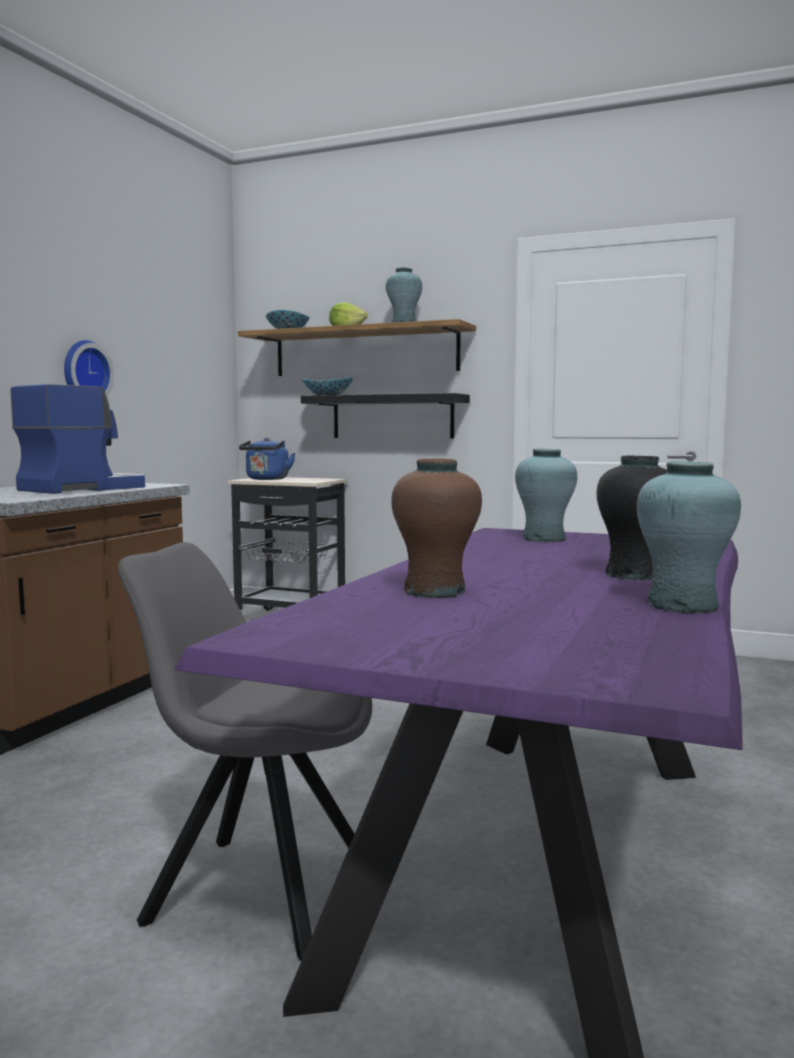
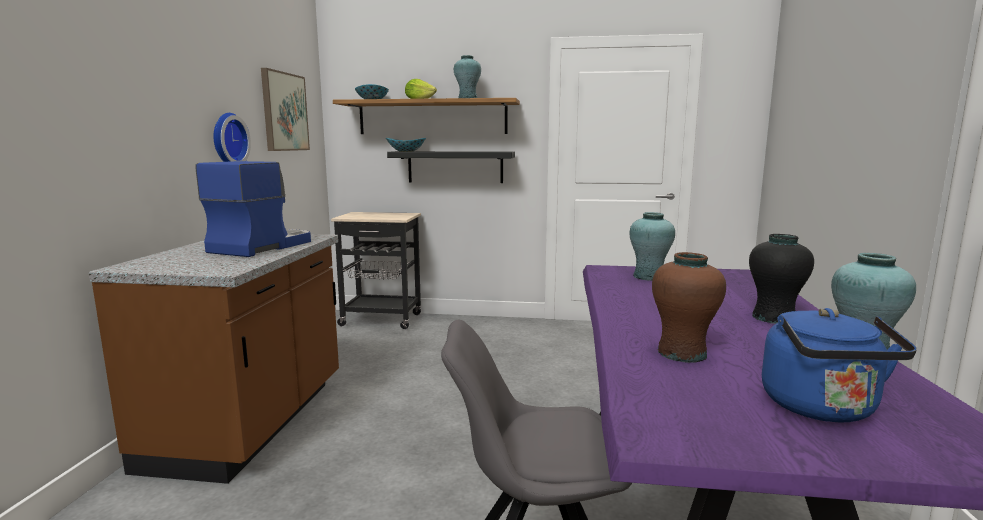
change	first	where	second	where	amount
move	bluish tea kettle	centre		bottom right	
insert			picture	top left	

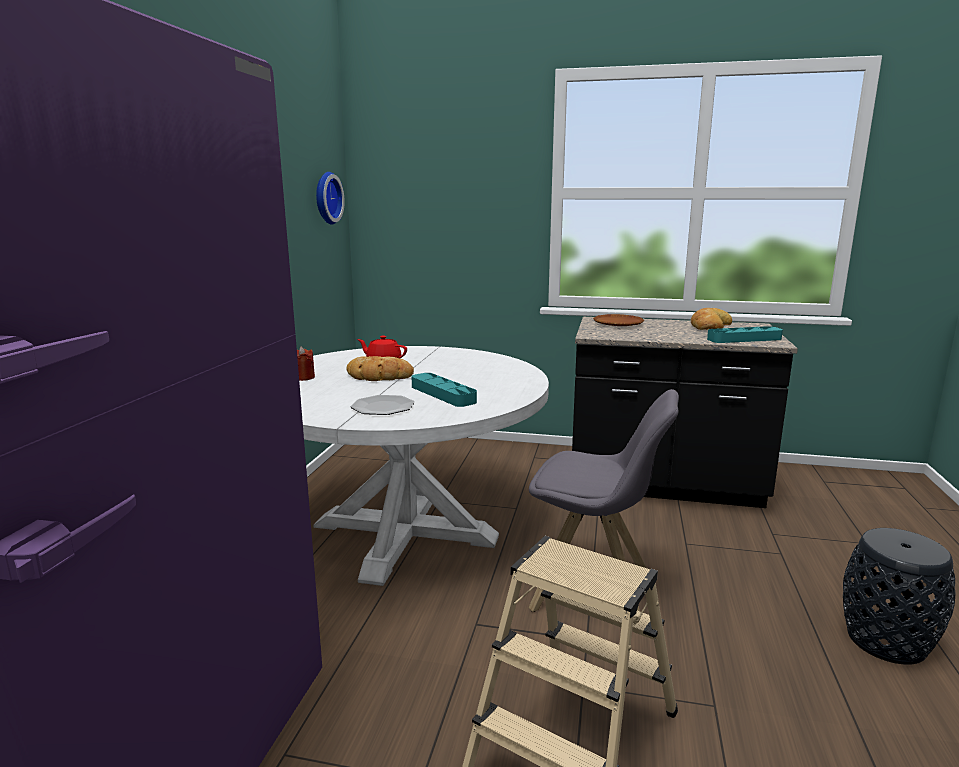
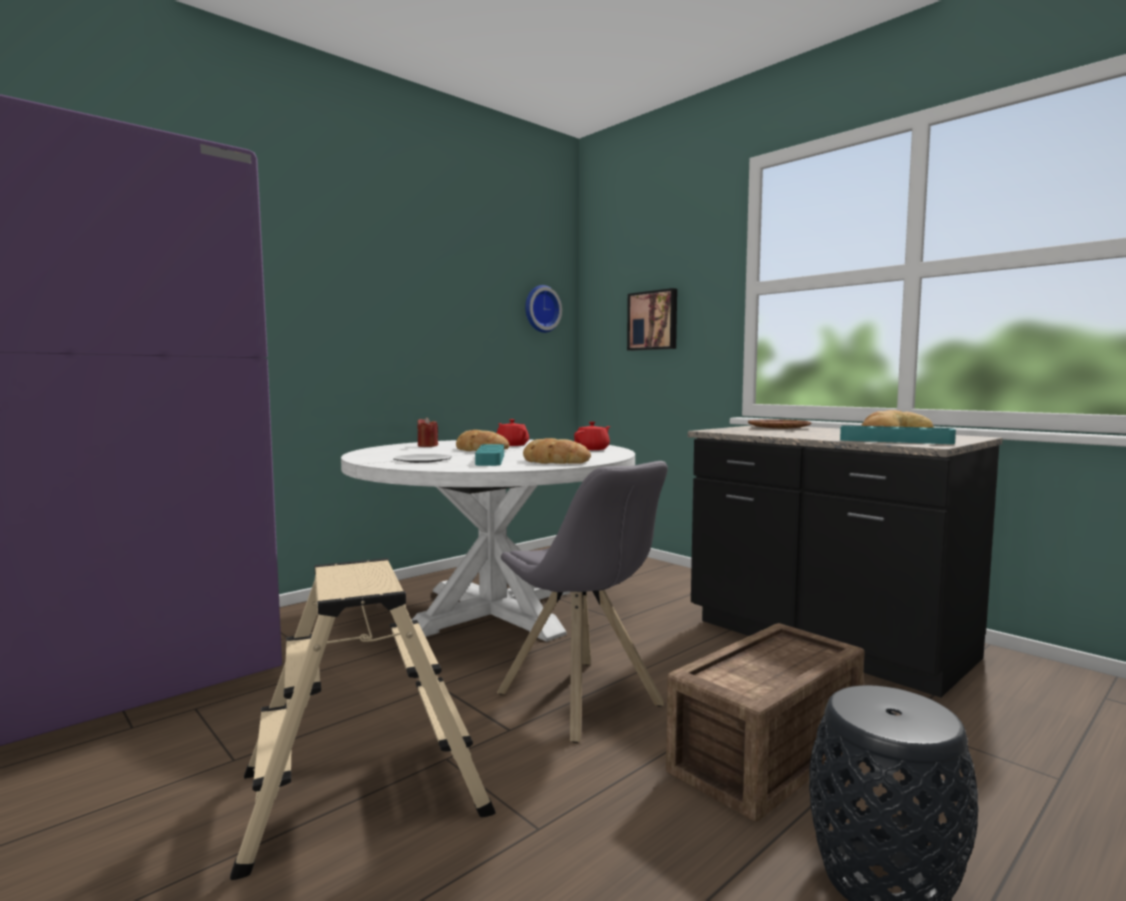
change	first	where	second	where	amount
insert			picture	centre	
insert			red-coloured pot for tea (2nd from left)	centre	
insert			bakery bread (2nd from left)	centre	
insert			crate	bottom right	

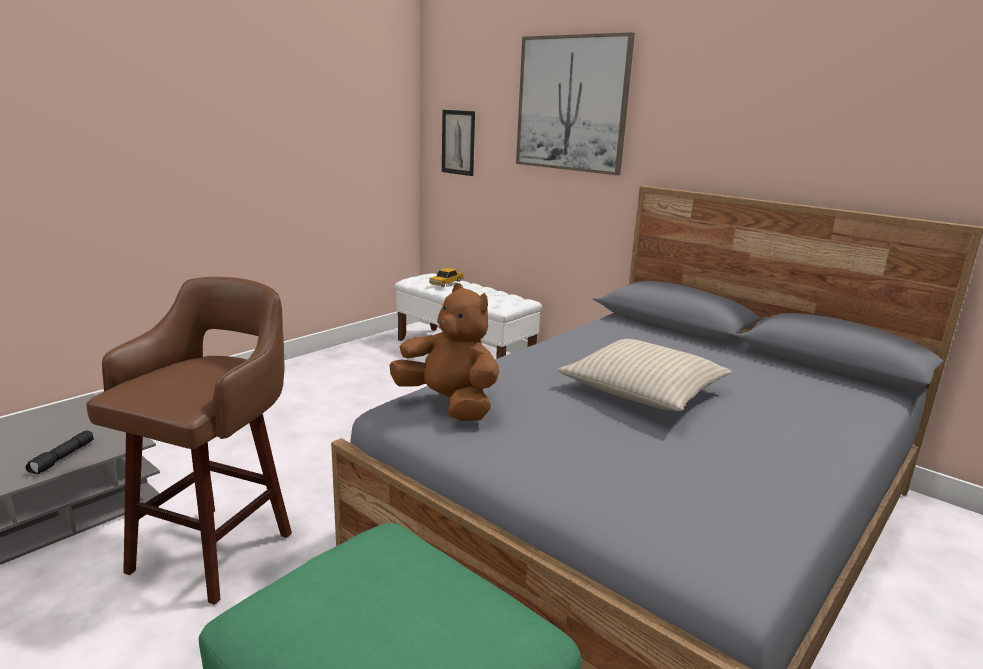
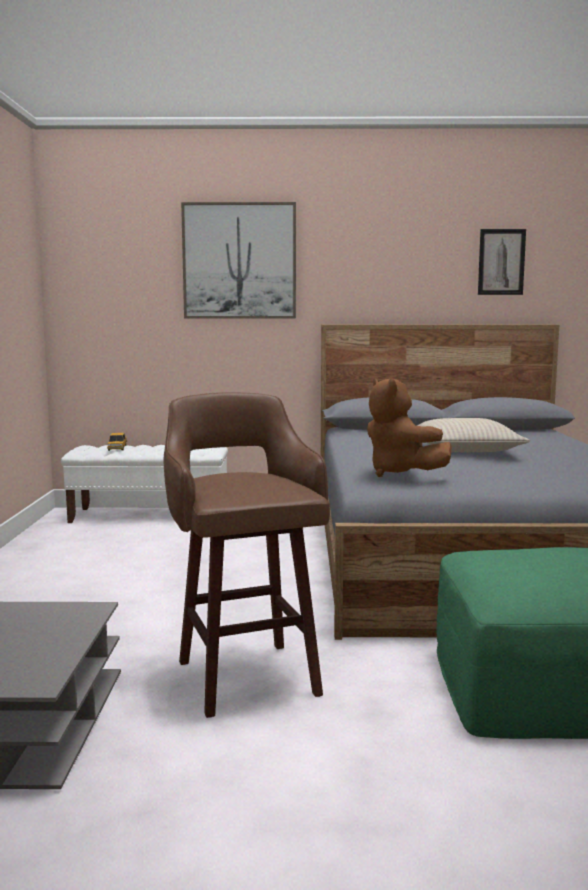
change	first	where	second	where	amount
move	picture (1st from left in the first image)	top centre	picture (2nd from left)	top right	
rotate	brown-coloured plush toy	centre		middle right	120 degrees counterclockwise
delete	blackish hand torch	bottom left			

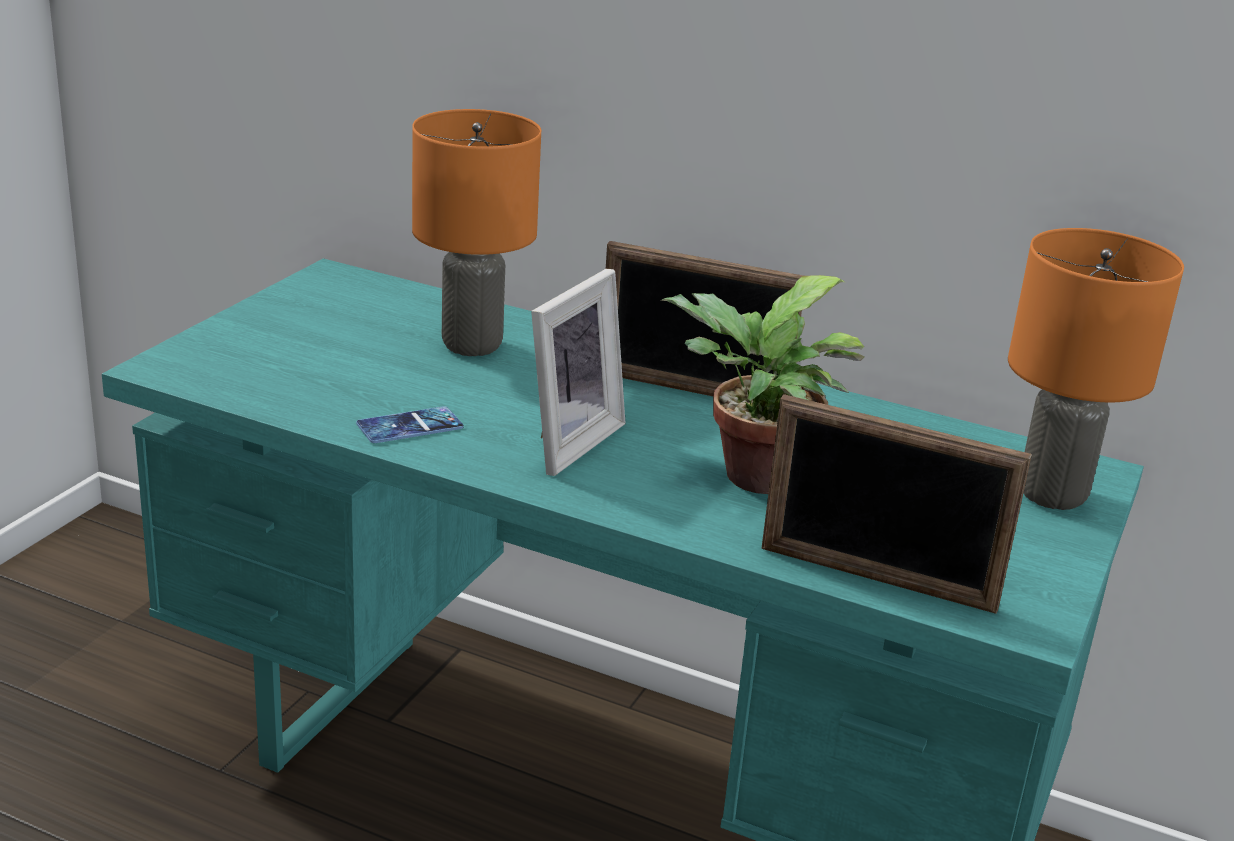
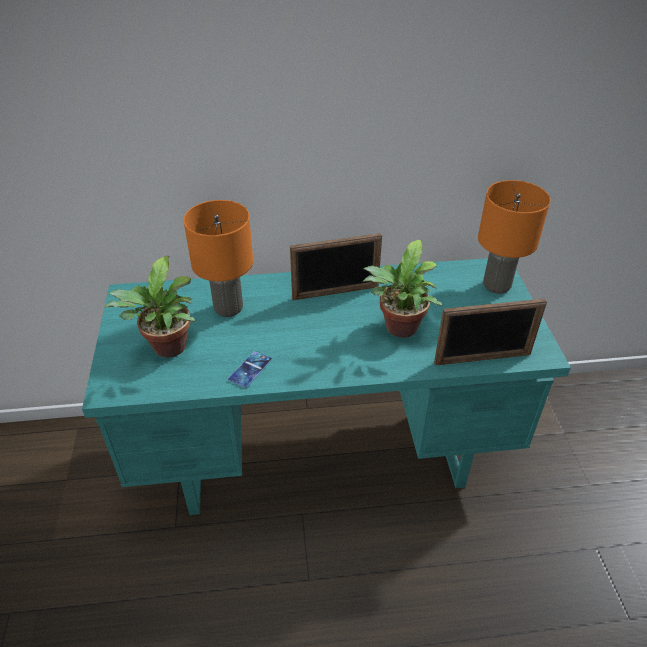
change	first	where	second	where	amount
delete	standing frame (1st from left)	centre			
insert			plant in a pot (1st from left)	middle left	

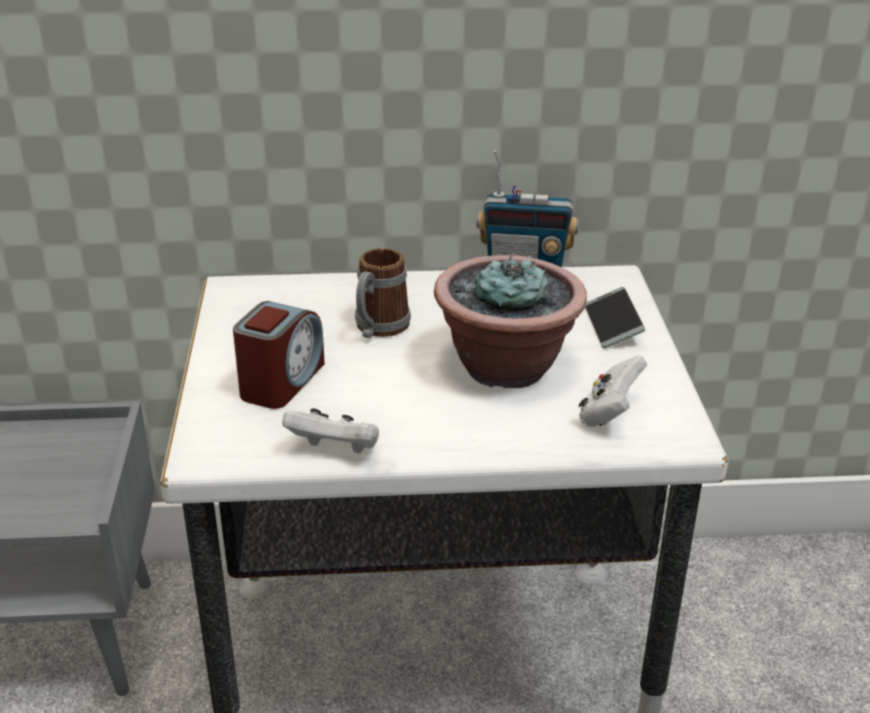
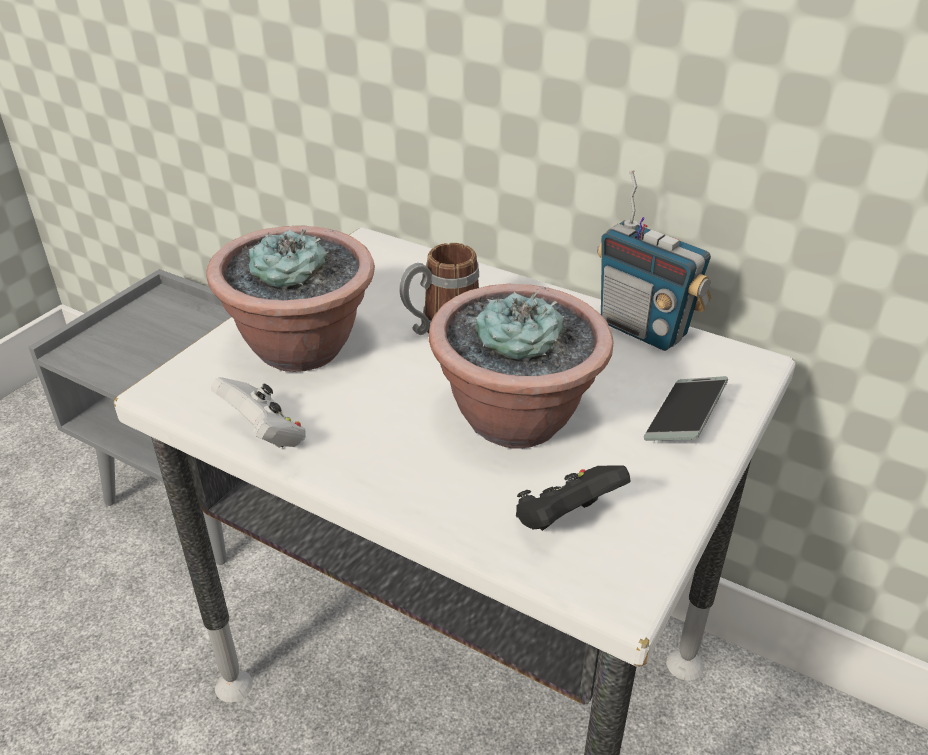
change	first	where	second	where	amount
replace	alarm clock	middle left	plant in a pot (1st from left)	middle left	
recolor	white-coloured joypad (2nd from left)	middle right	blackish joypad	centre	

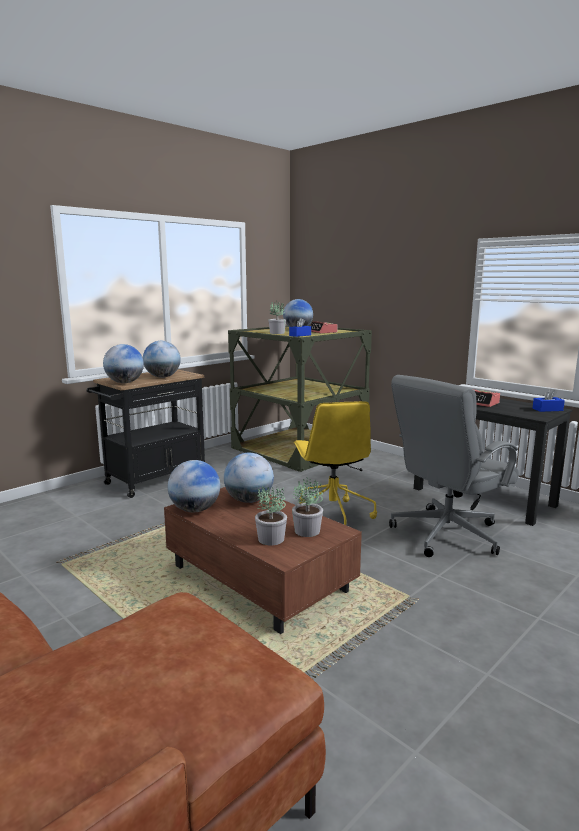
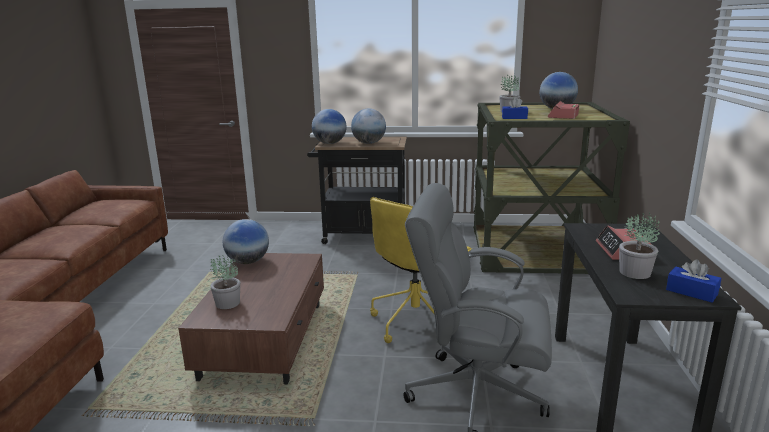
change	first	where	second	where	amount
delete	world globe (4th from left)	centre			
move	plant in a pot (3rd from left)	centre		middle right	

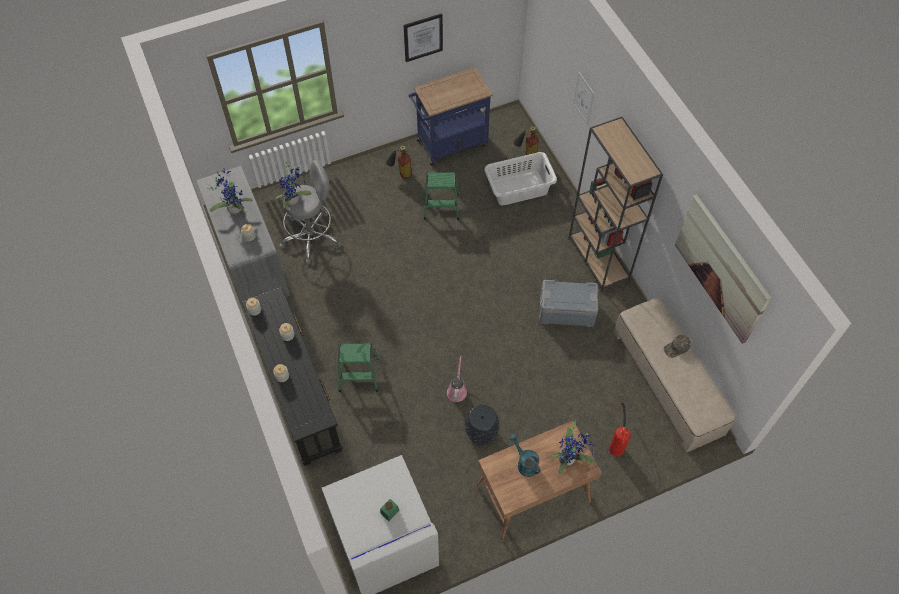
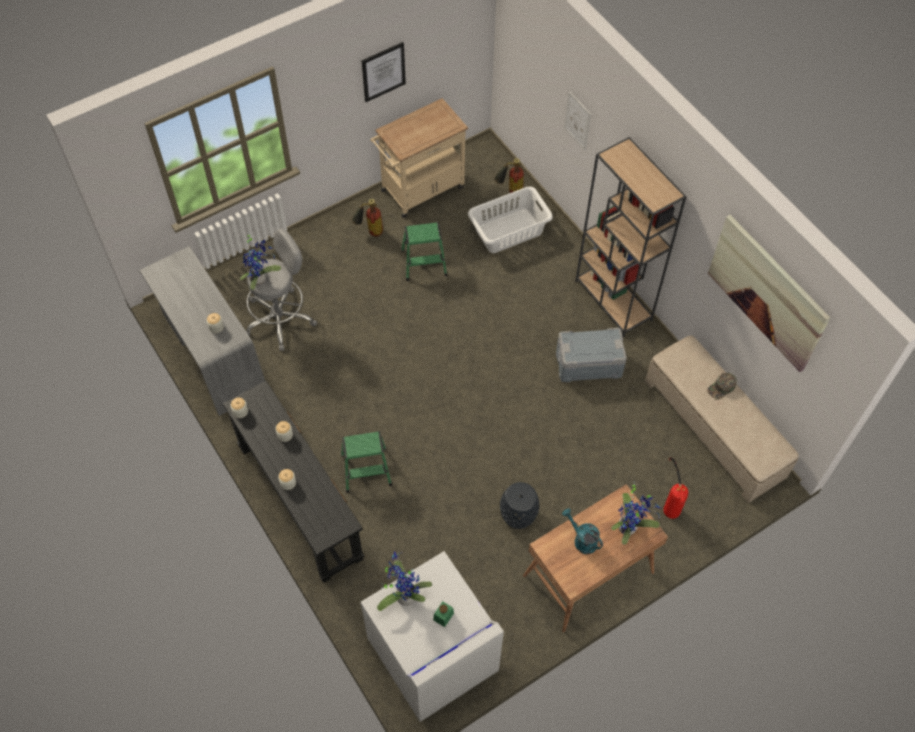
change	first	where	second	where	amount
recolor	bluish wheeled cart	top centre	beige wheeled cart	top centre	
move	plant in a pot (1st from left in the first image)	top left	plant in a pot (2nd from left)	bottom centre	
delete	pink watering pot	centre			

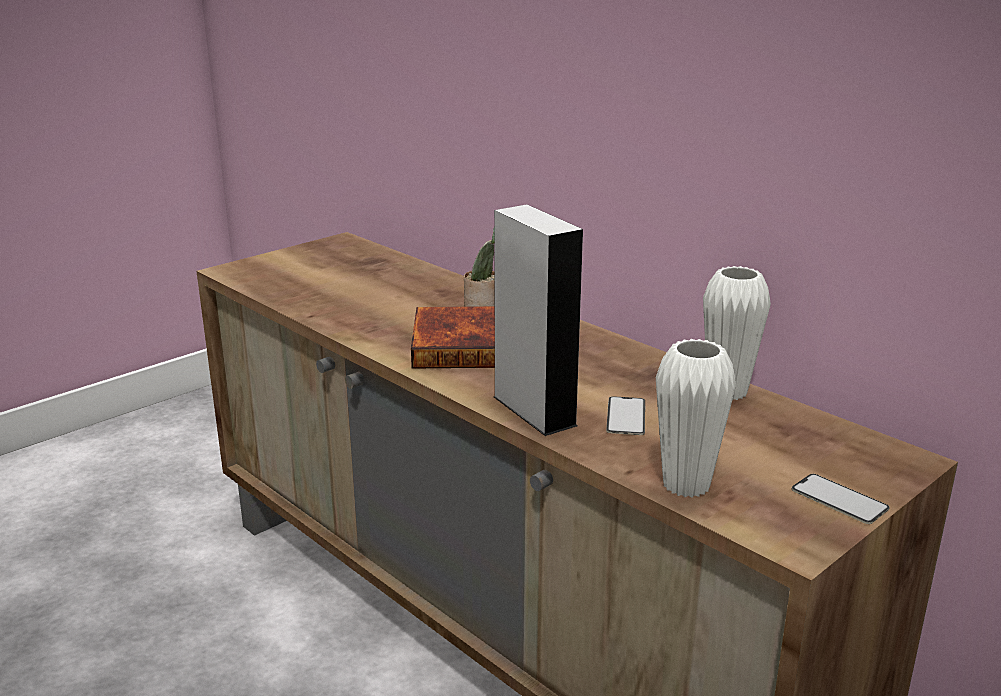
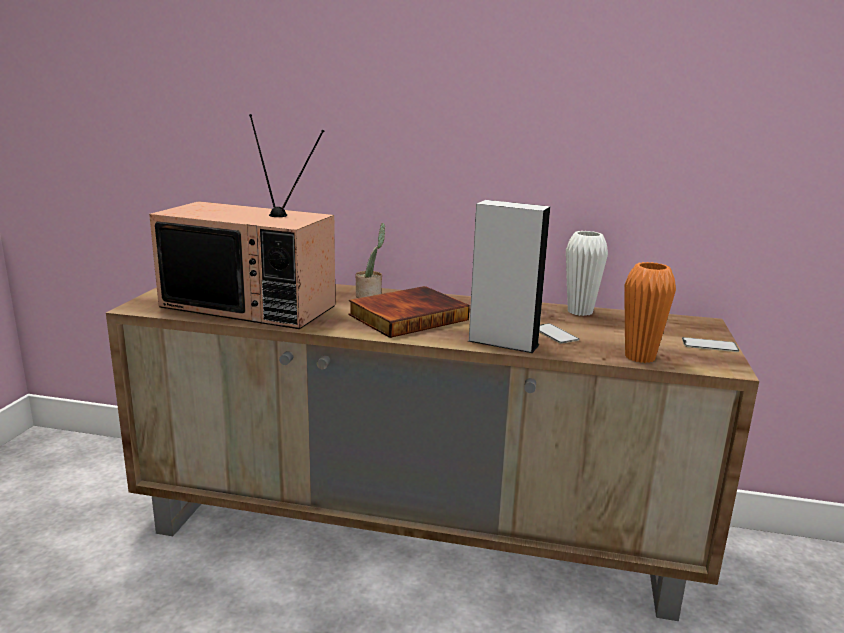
change	first	where	second	where	amount
recolor	white-coloured decorative vase (1st from left)	middle right	orange decorative vase	middle right	
insert			TV set	middle left	

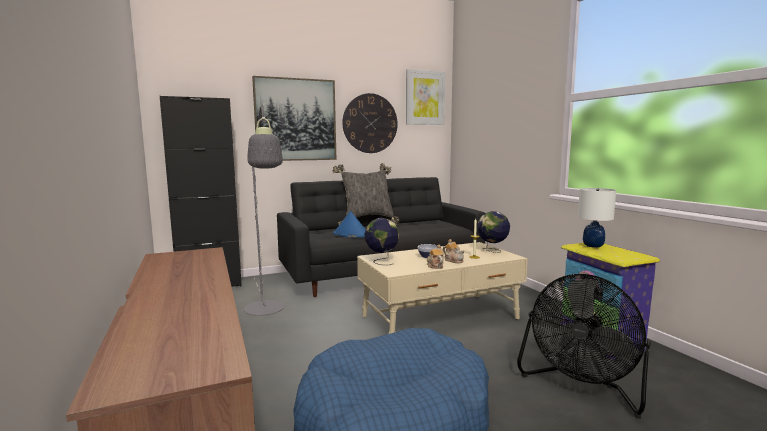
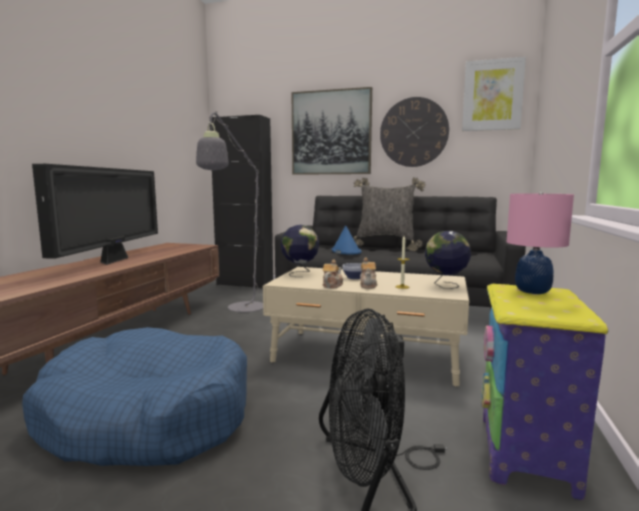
change	first	where	second	where	amount
recolor	white-coloured tabletop lamp	middle right	pink tabletop lamp	middle right	
insert			TV set	middle left	

